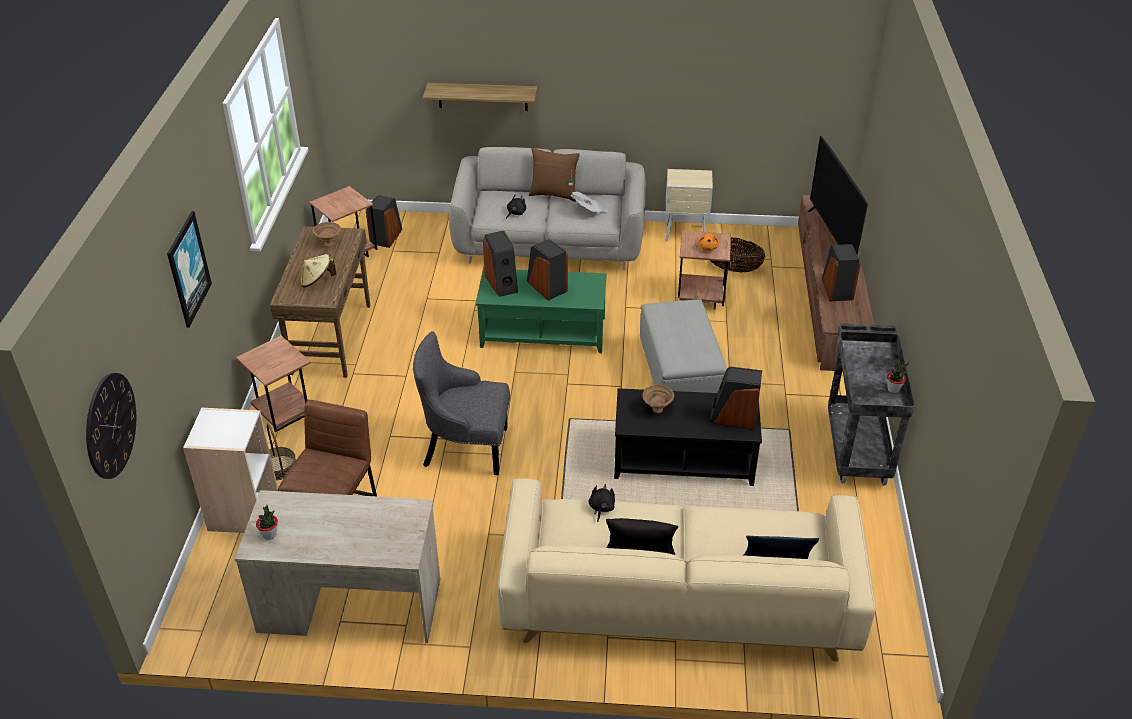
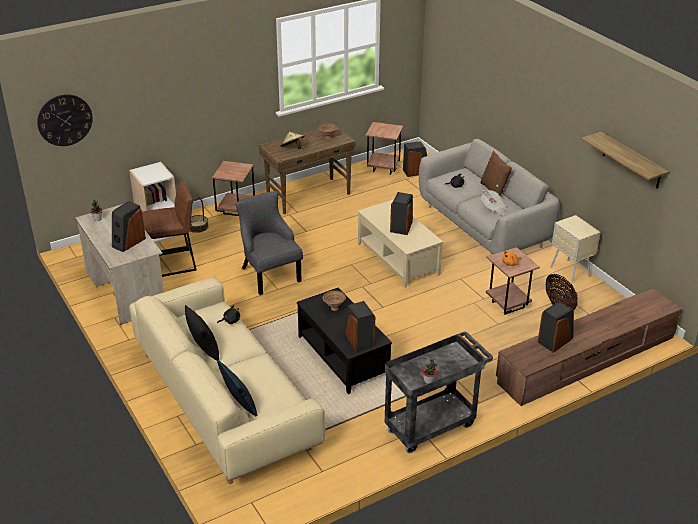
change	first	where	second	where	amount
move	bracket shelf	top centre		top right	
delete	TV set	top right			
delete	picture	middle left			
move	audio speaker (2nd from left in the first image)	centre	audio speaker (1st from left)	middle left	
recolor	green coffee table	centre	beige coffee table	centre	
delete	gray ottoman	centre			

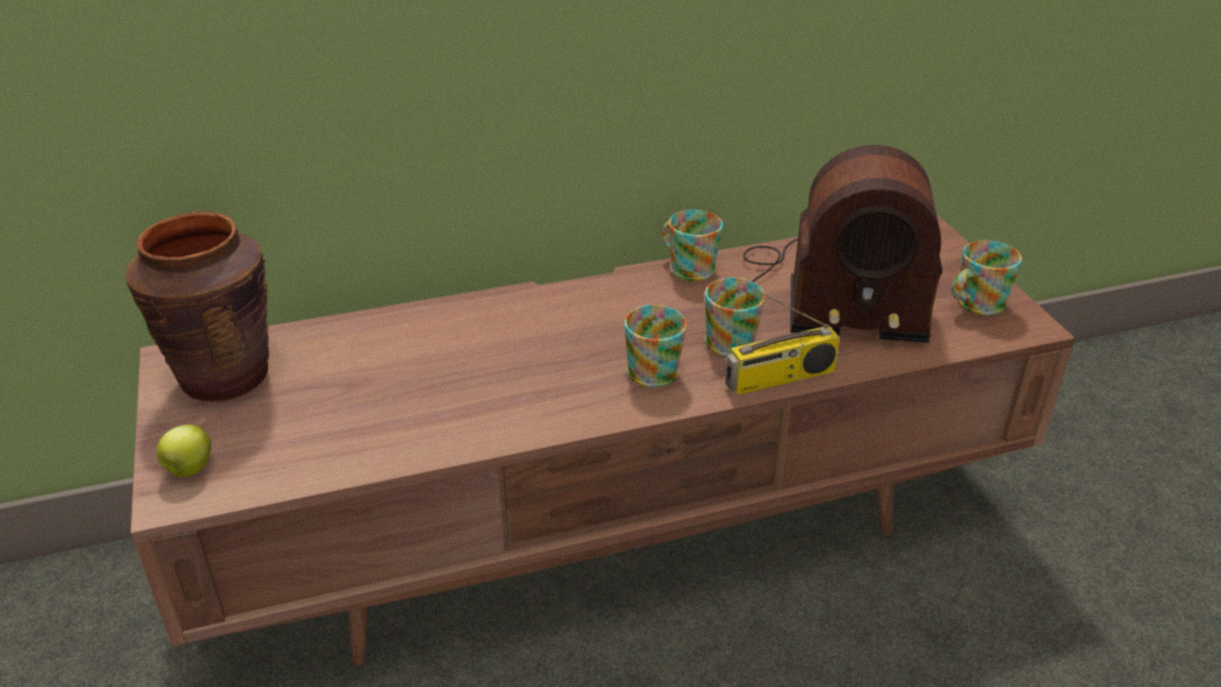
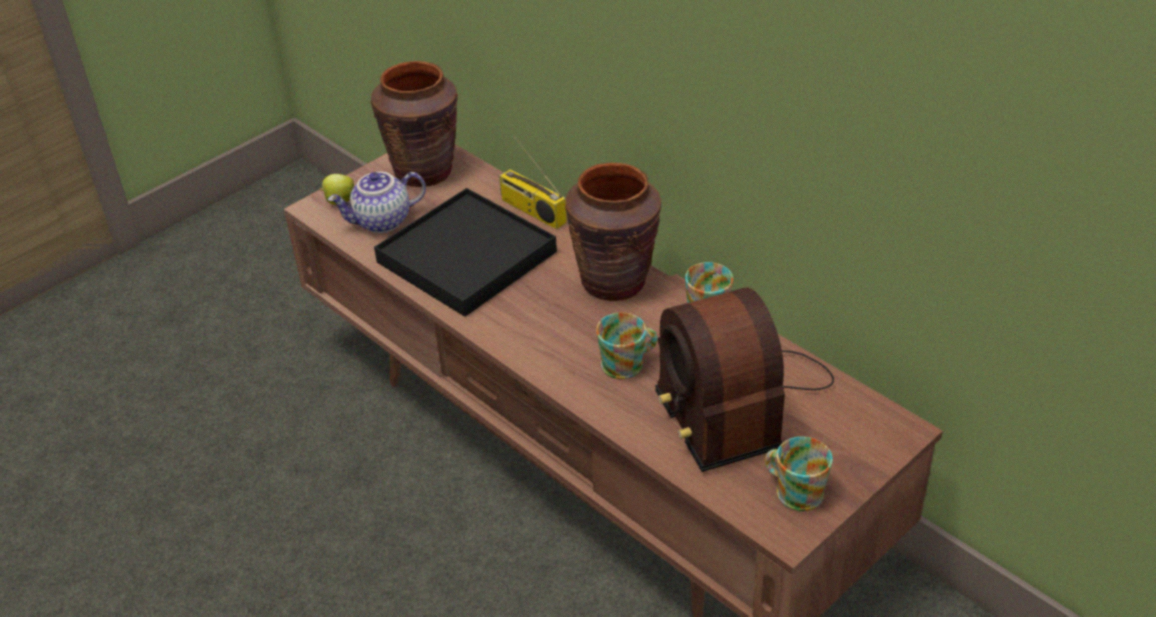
change	first	where	second	where	amount
move	radio set (1st from left)	centre		top centre	
delete	tea mug (1st from left)	centre			
insert			brown-coloured decorative vase (2nd from left)	centre	
insert			pot for tea	top left	
insert			blackish carrying tray	centre	

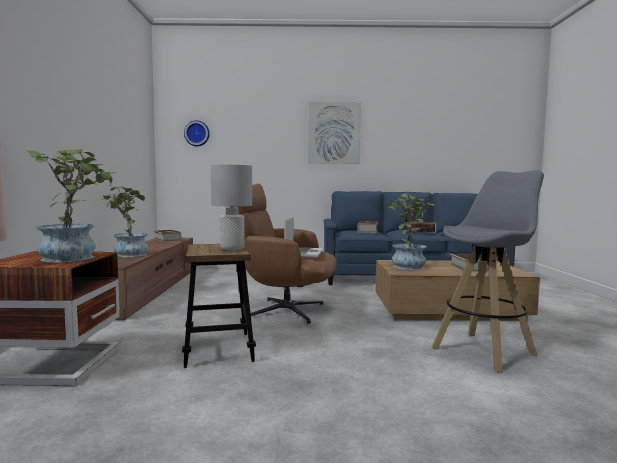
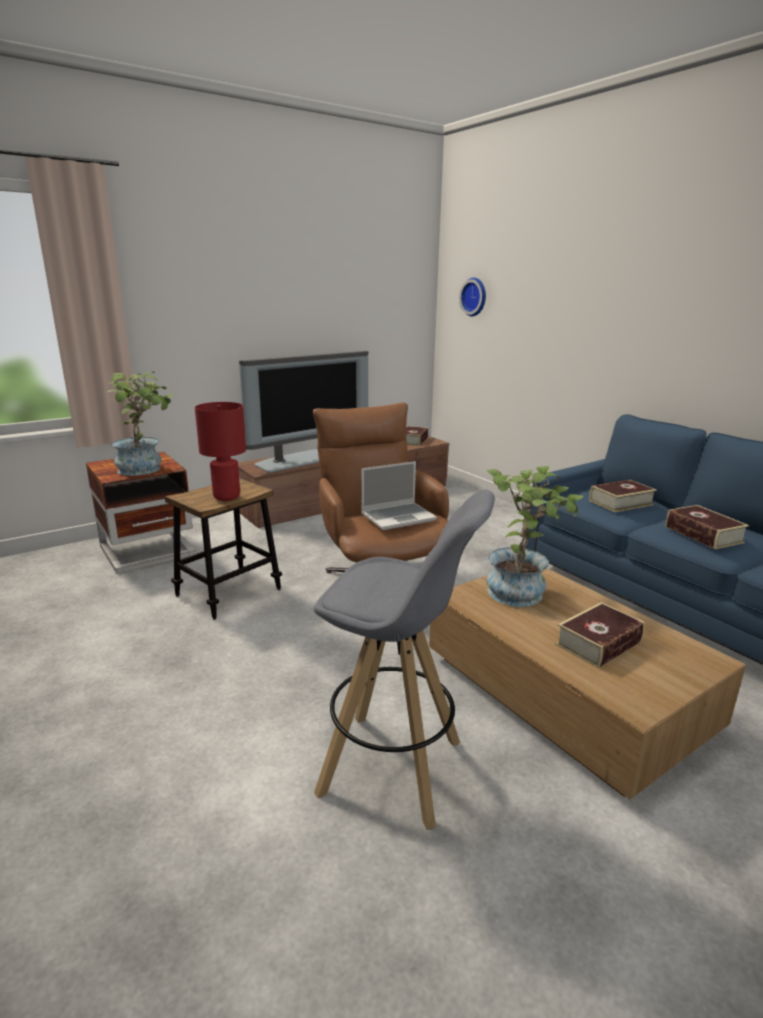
change	first	where	second	where	amount
delete	picture	top centre			
recolor	gray tabletop lamp	centre	red-coloured tabletop lamp	middle left	
replace	plant in a pot (2nd from left)	middle left	TV set	centre	

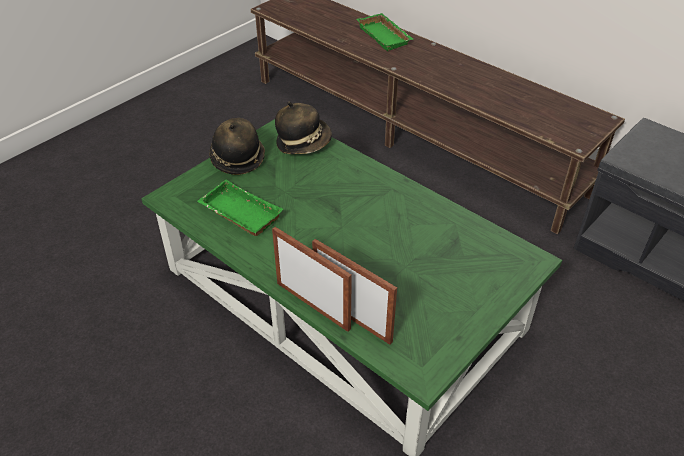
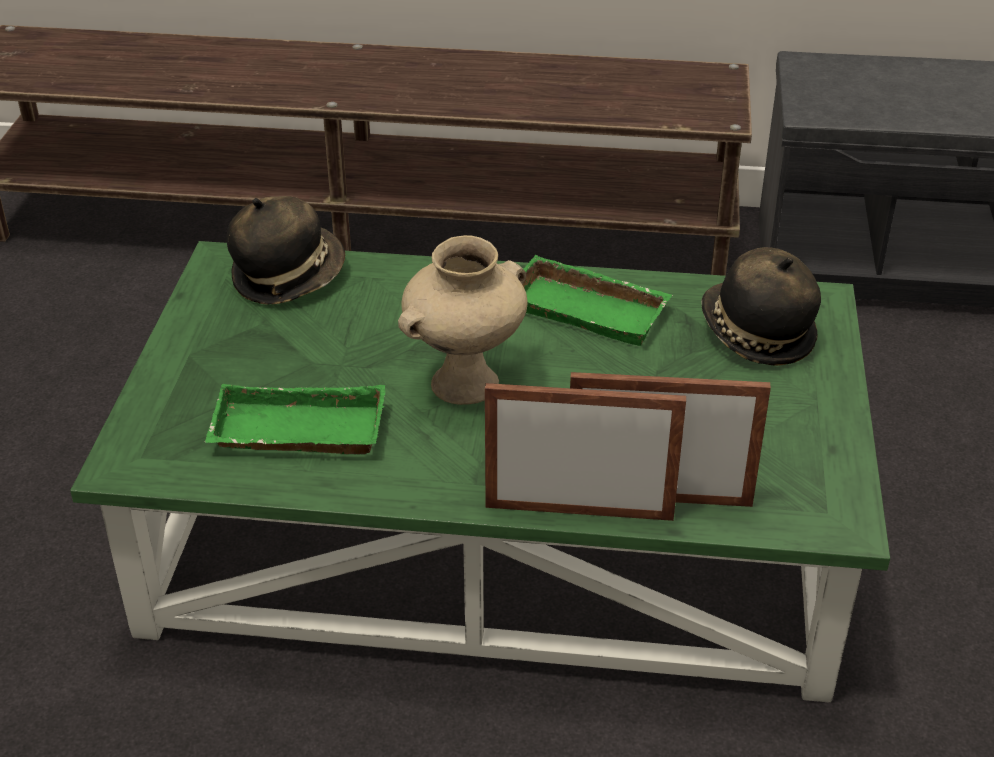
change	first	where	second	where	amount
move	green carrying tray (2nd from left)	top centre		centre	
move	hat (1st from left in the first image)	top centre	hat (2nd from left)	middle right	
insert			beige decorative vase	centre	

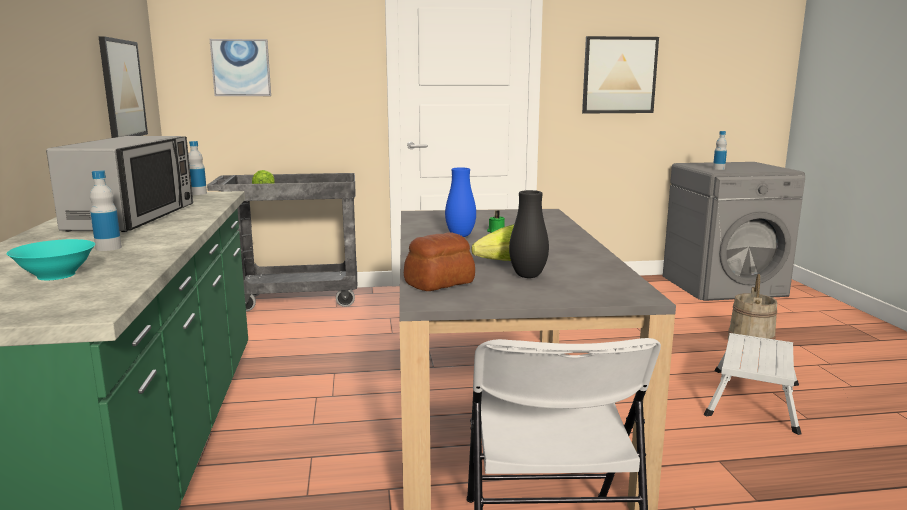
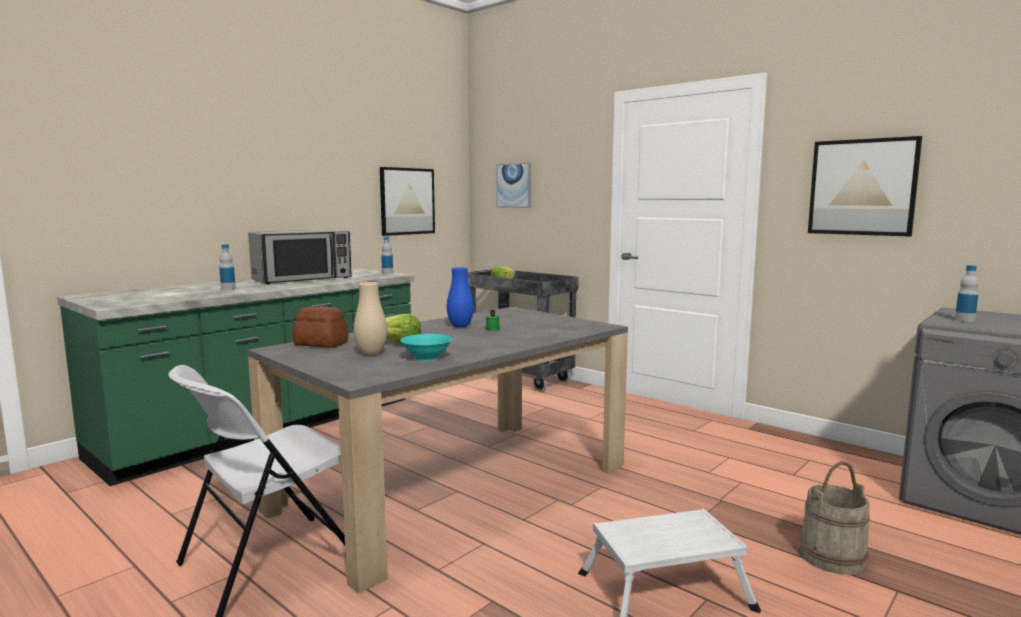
change	first	where	second	where	amount
recolor	blackish decorative vase	centre	beige decorative vase	centre	
move	blue-green bowl	middle left		centre	

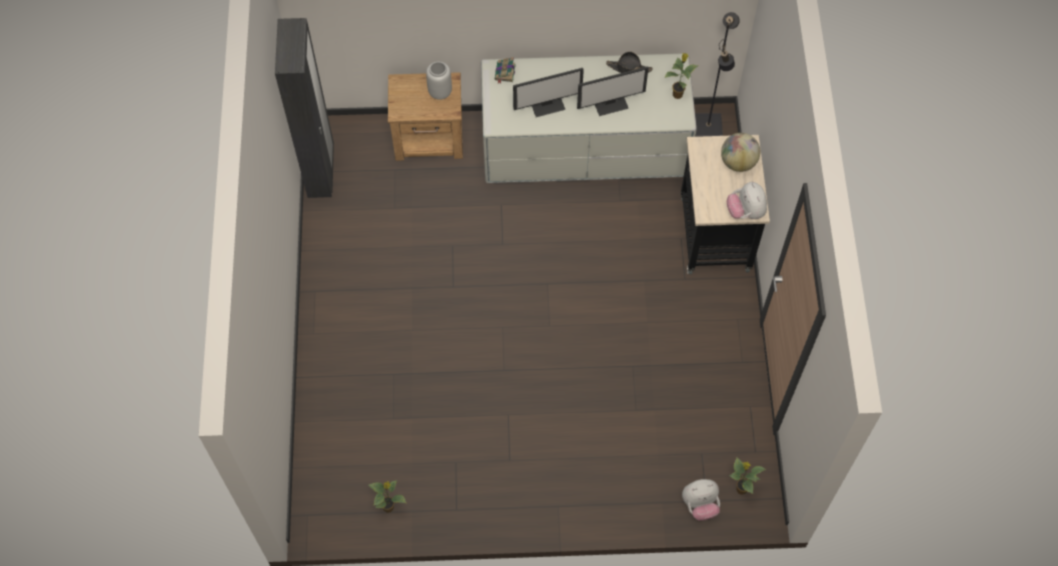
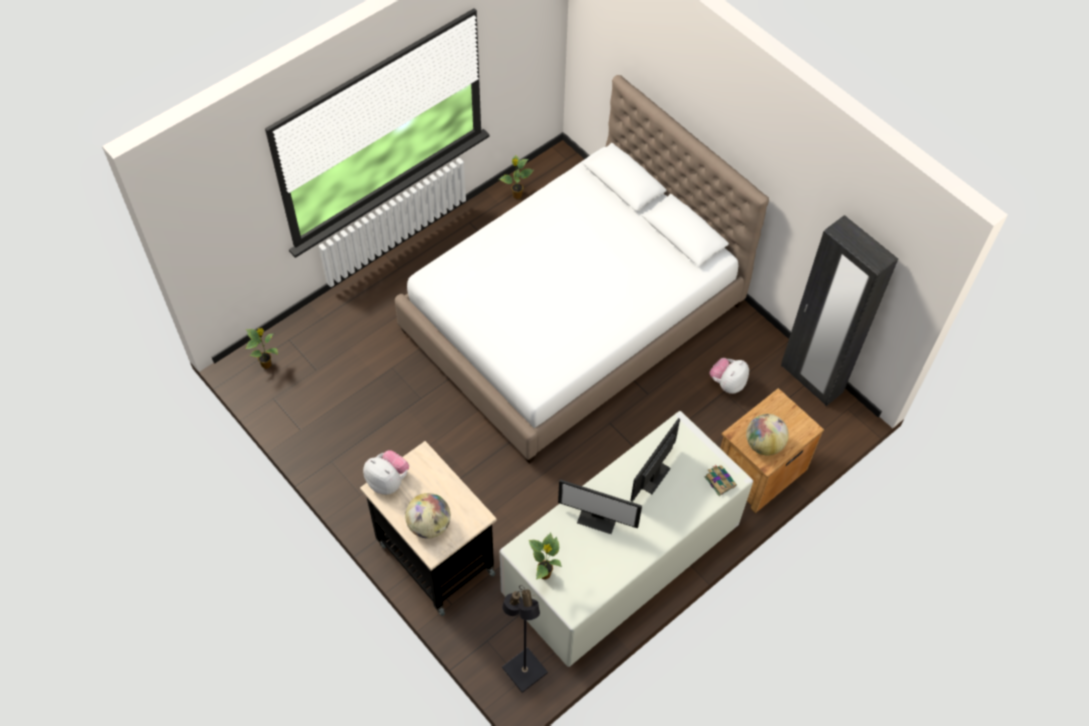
change	first	where	second	where	amount
delete	blackish hat	top centre			
replace	gray decorative vase	top centre	world globe (2nd from left)	middle right	
rotate	computer screen (2nd from left in the first image)	top centre	computer screen (1st from left)	bottom centre	105 degrees counterclockwise
move	plush toy (1st from left in the first image)	bottom centre	plush toy (2nd from left)	middle right	
insert			white-coloured sleeping bed	centre	

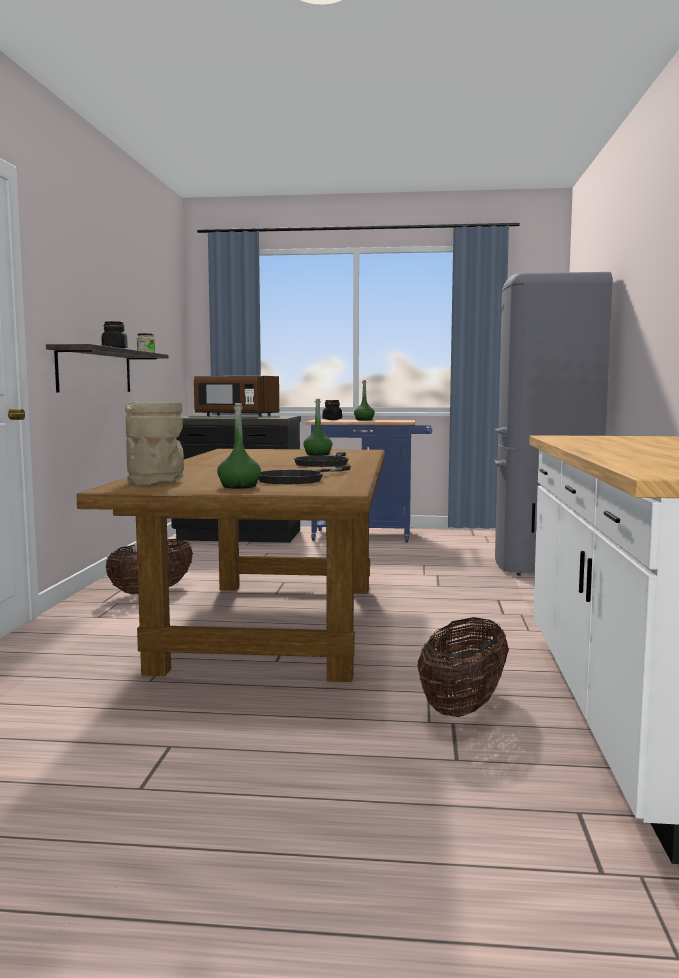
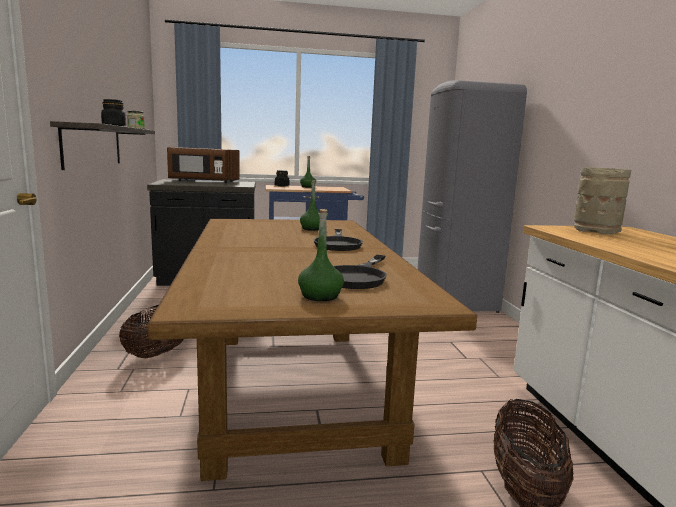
change	first	where	second	where	amount
move	beige decorative vase	middle left		middle right	

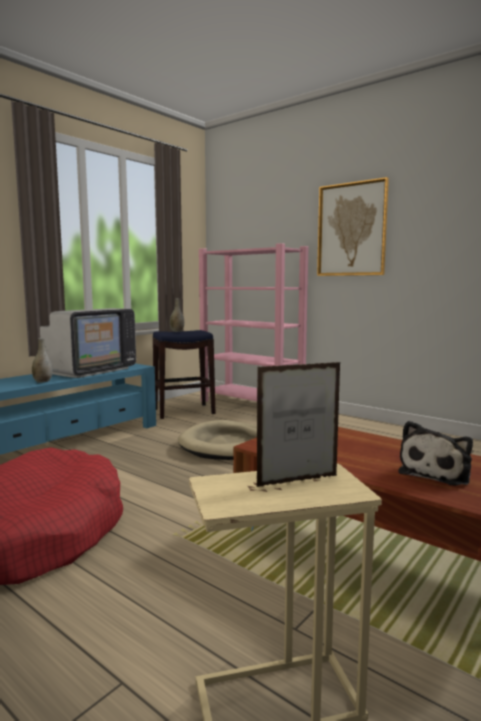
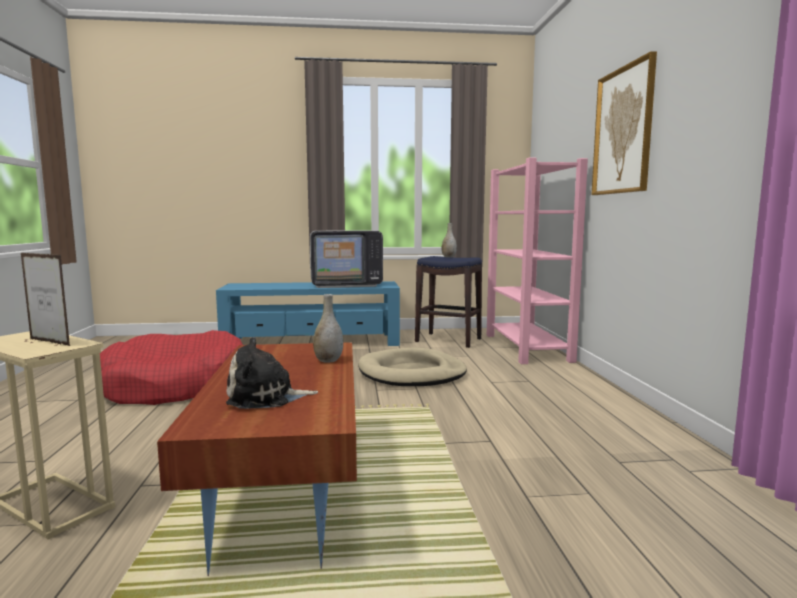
change	first	where	second	where	amount
move	gray decorative vase (1st from left)	middle left		centre	

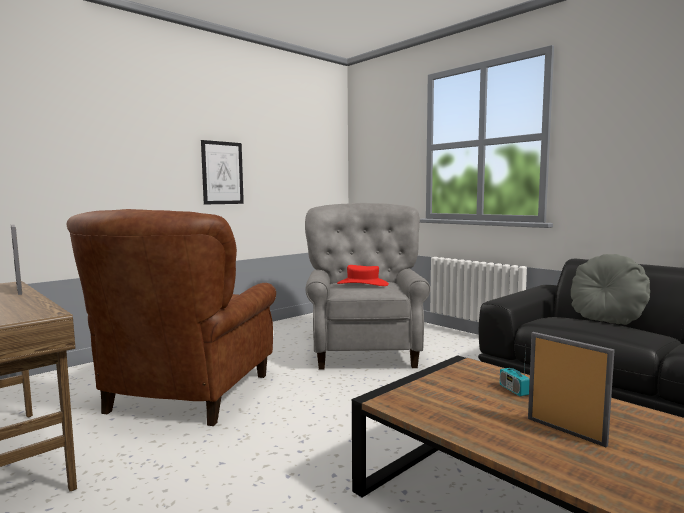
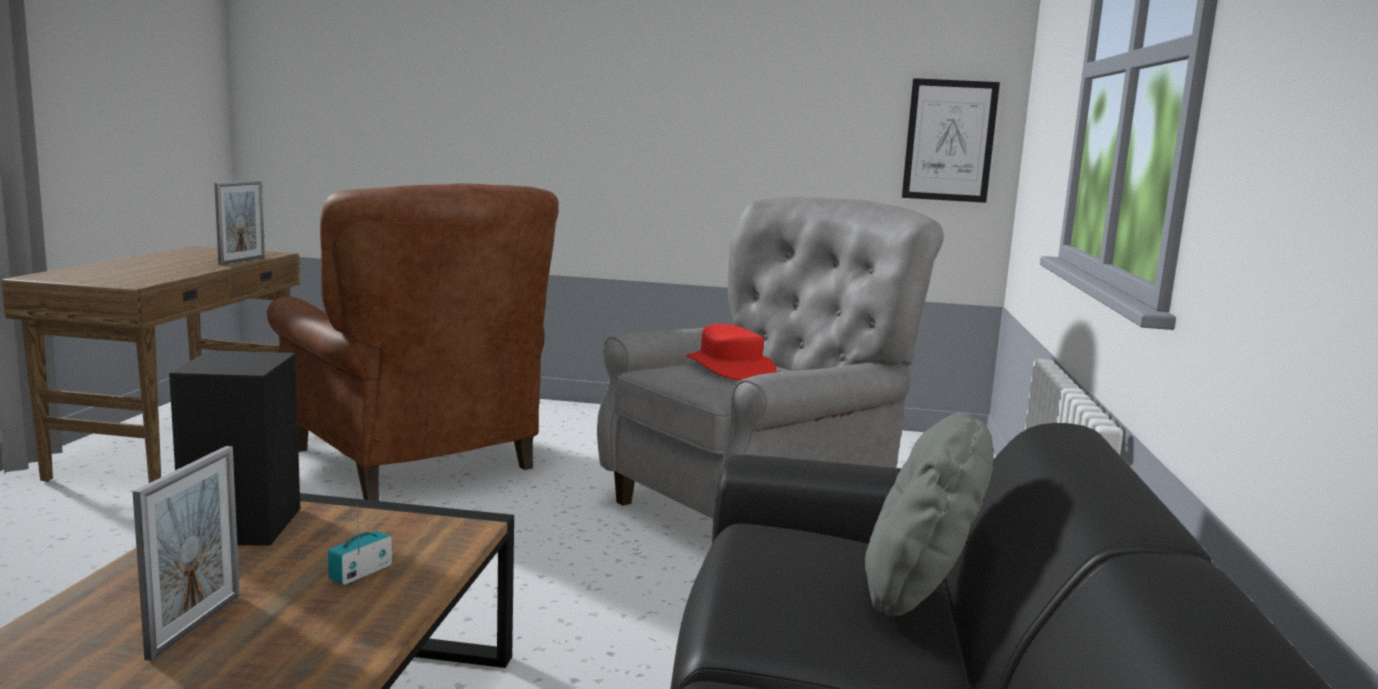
change	first	where	second	where	amount
move	picture	middle left		top right	
rotate	brown-coloured lounge chair	middle left		middle left	105 degrees counterclockwise
insert			blackish audio speaker	middle left	

